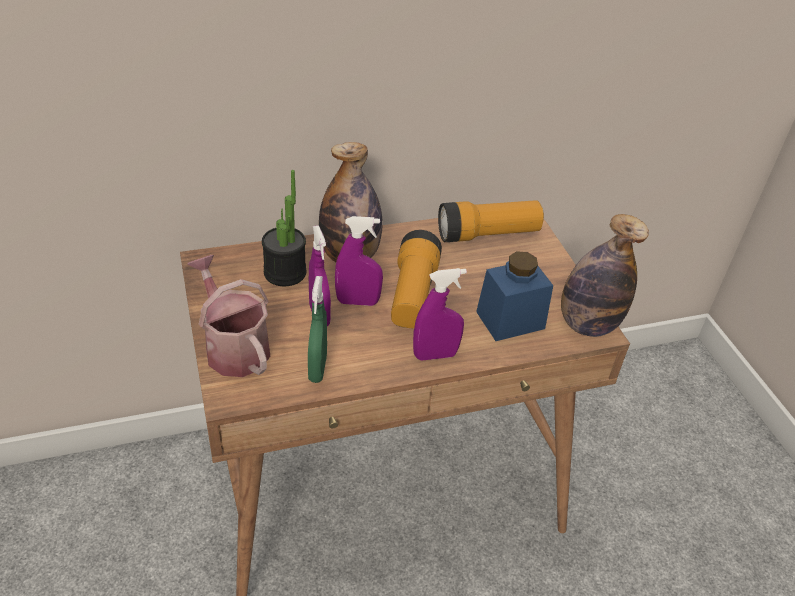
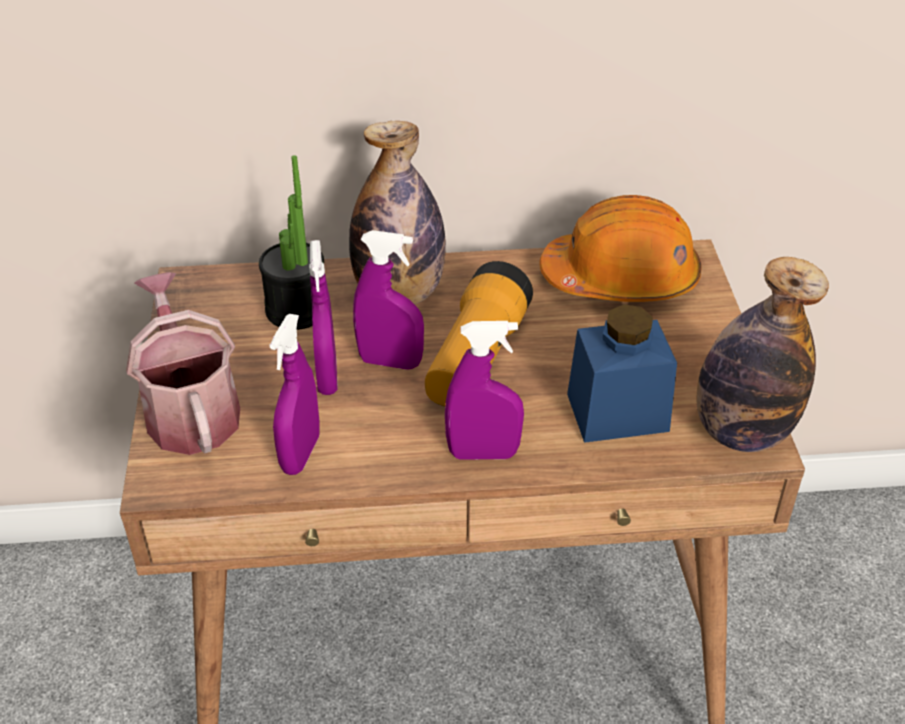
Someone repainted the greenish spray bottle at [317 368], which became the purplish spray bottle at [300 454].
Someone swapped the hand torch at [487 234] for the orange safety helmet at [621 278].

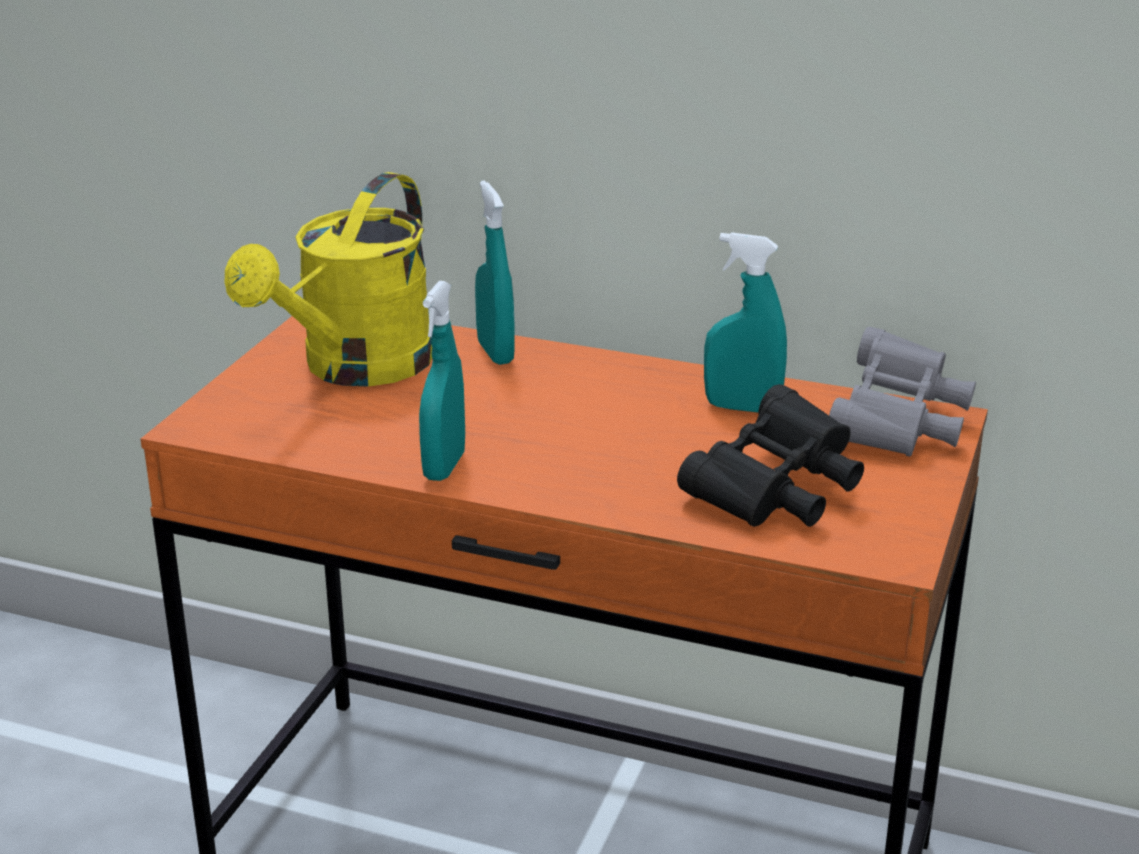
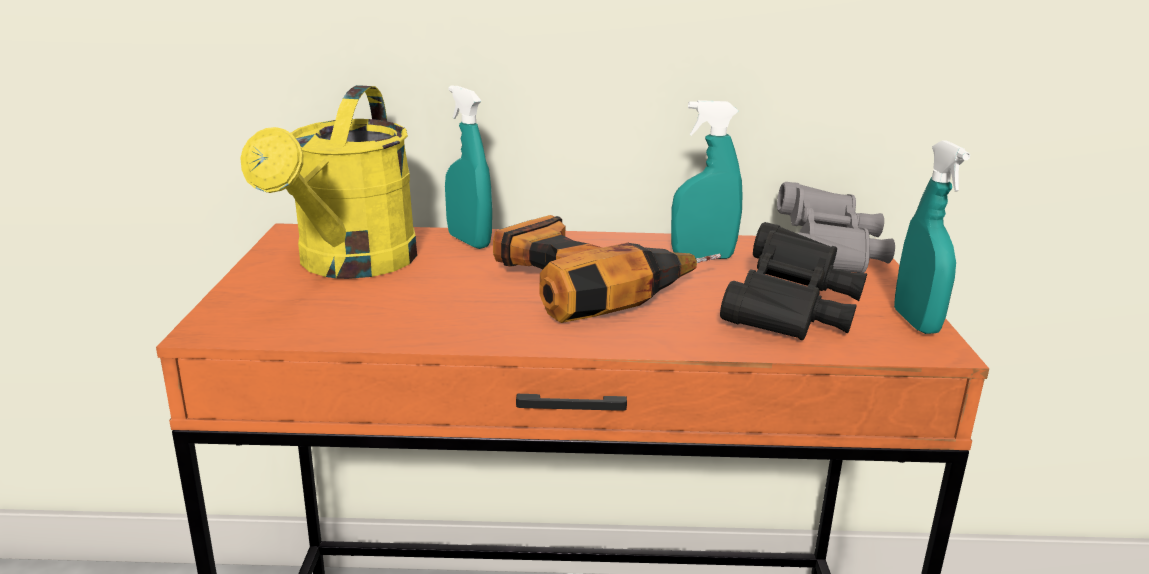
Someone carried the blue-green spray bottle from [444 467] to [916 322].
Someone put down the drill at [591 283].

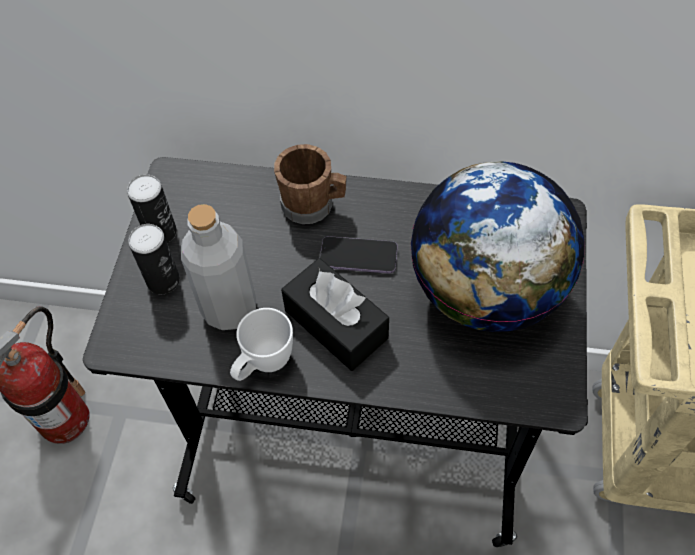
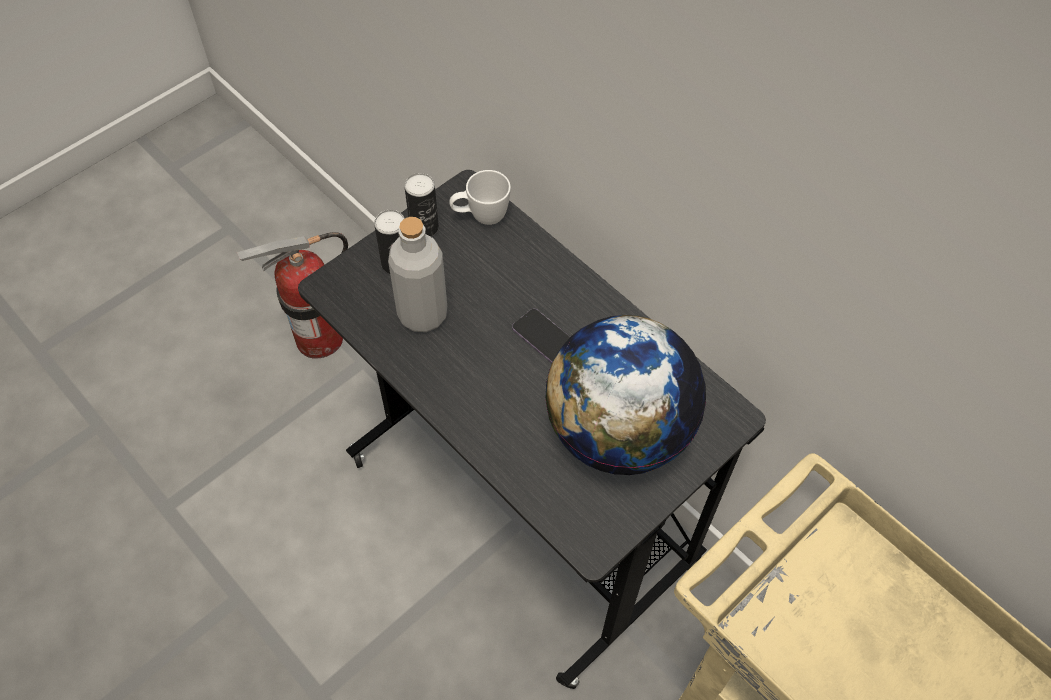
Someone carried the white tea mug from [263 365] to [480 217].
Someone took away the brownish tea mug at [313 204].
Someone took away the blackish tissue holder at [336 324].

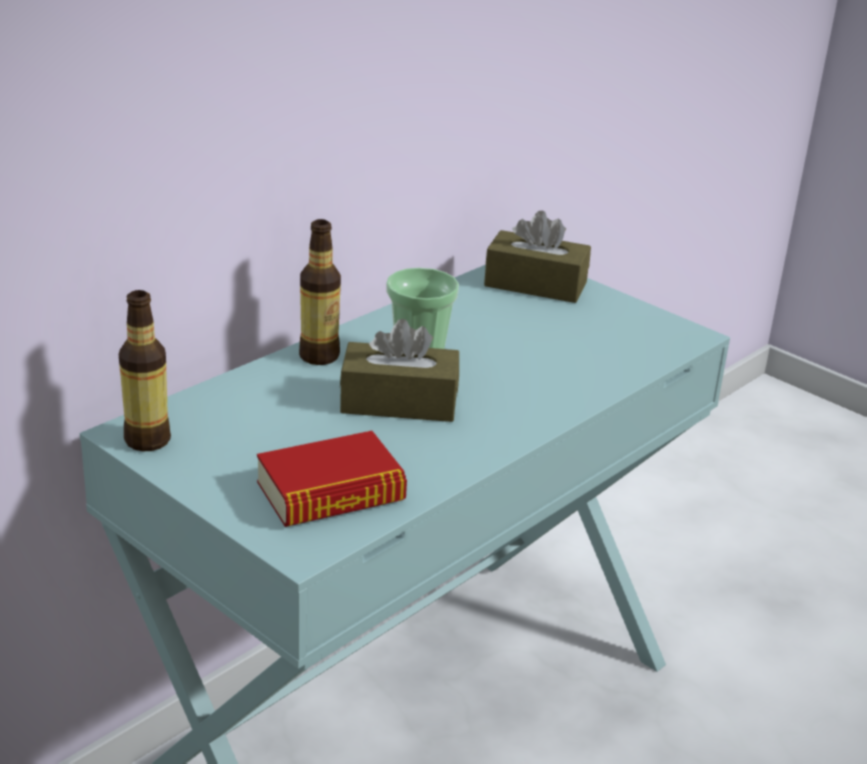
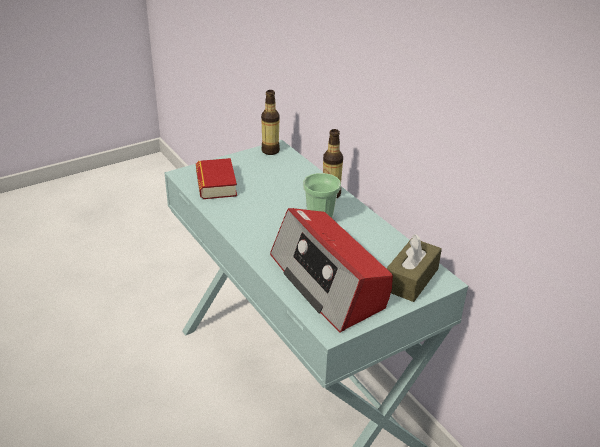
Someone took away the brownish tissue holder at [399 402].
Someone put down the radio receiver at [328 282].

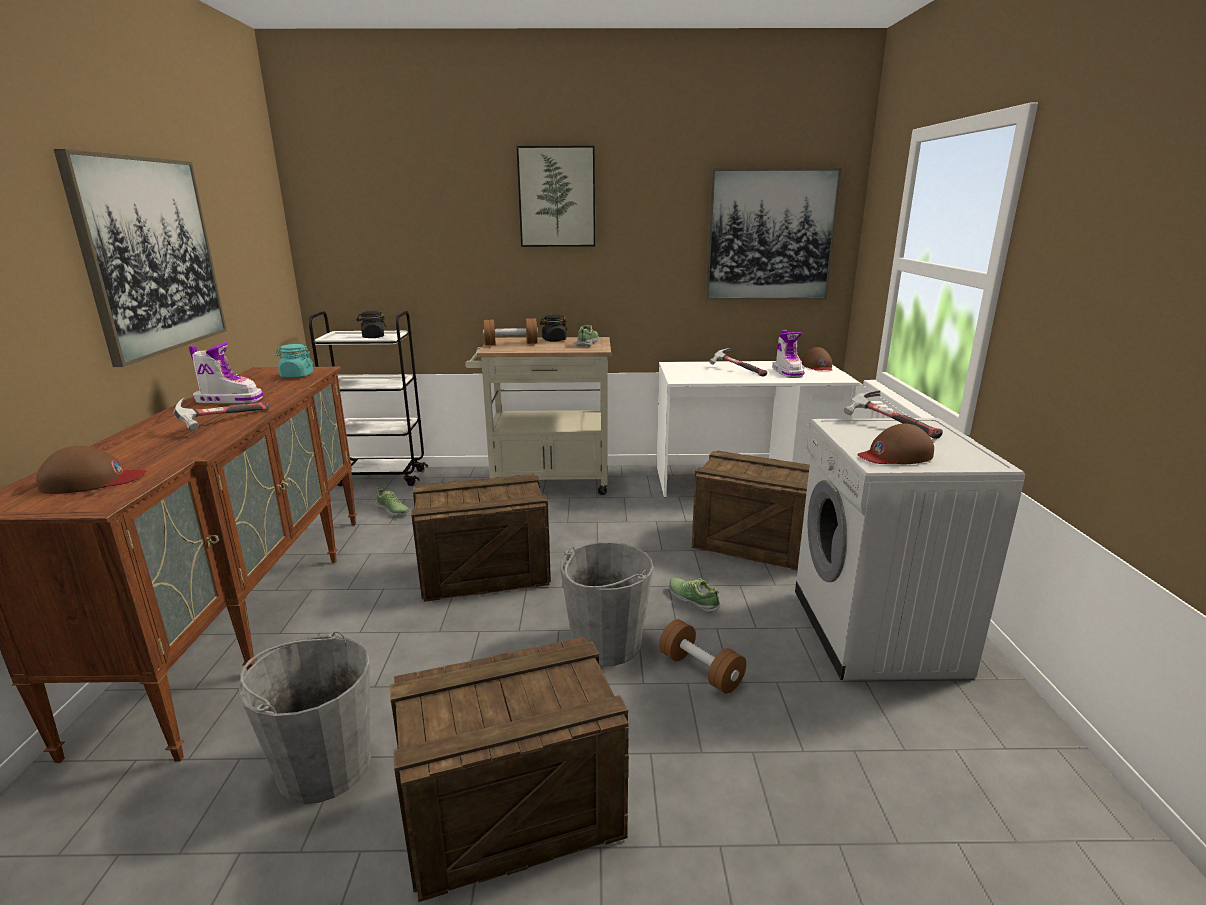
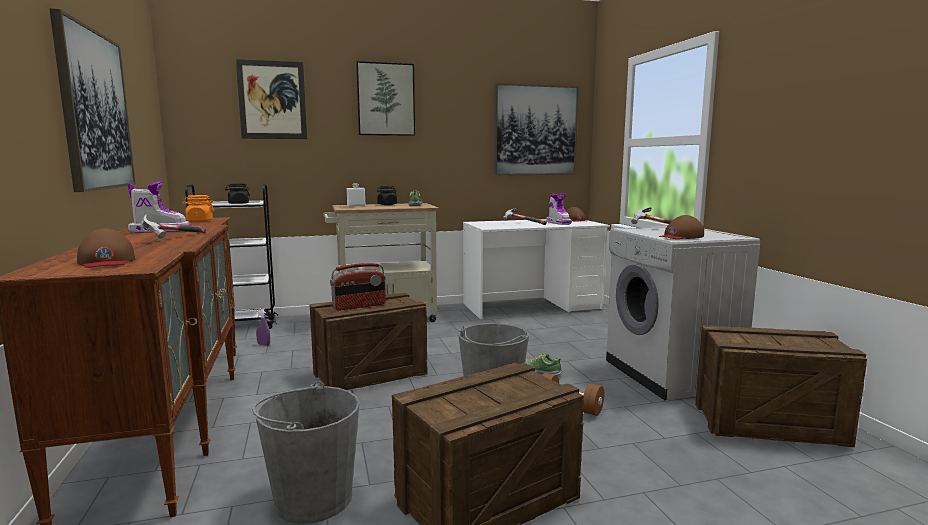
Someone rotated the brownish peaked cap at [92 481] by 90 degrees clockwise.
Someone repainted the blue-green preserve jar at [297 376], which became the orange preserve jar at [199 221].
Someone swapped the item of footwear at [393 510] for the purplish spray bottle at [263 344].
Someone swapped the brownish free weight at [511 344] for the white bottle at [356 206].
Someone carried the packing crate from [755 544] to [768 423].
Someone put up the wall art at [272 100].
Someone put down the radio receiver at [359 306].

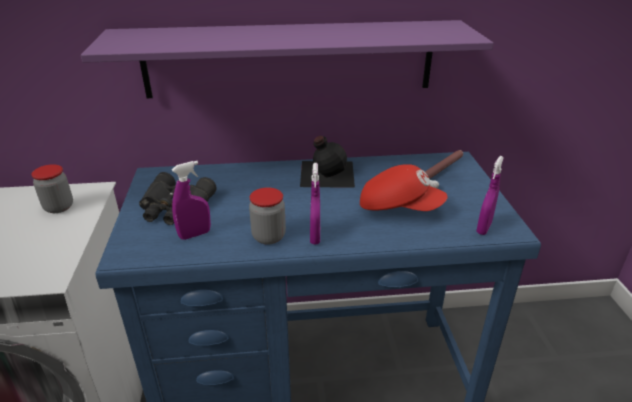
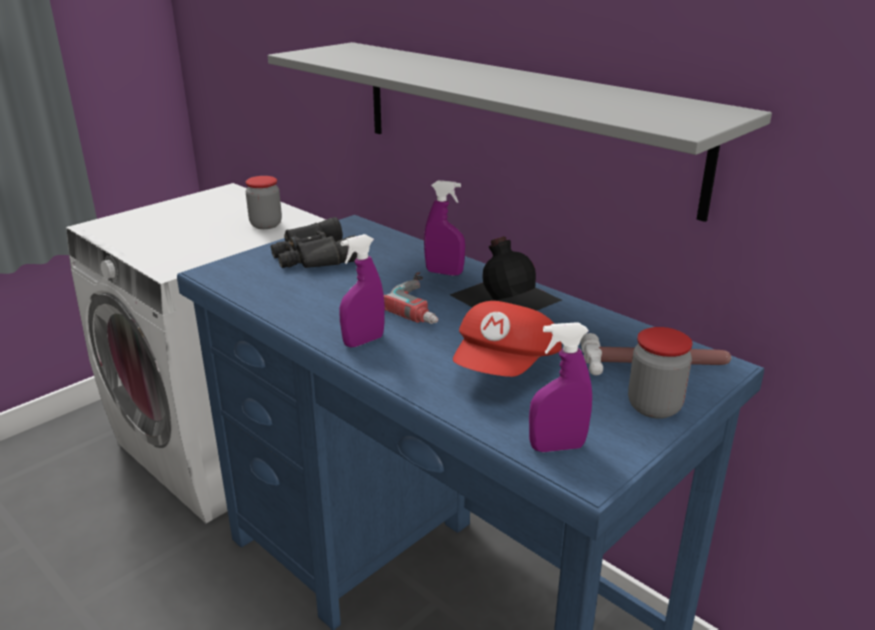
Someone repainted the purplish bracket shelf at [289 59], which became the grey bracket shelf at [517 121].
Someone carried the purplish spray bottle from [195 234] to [444 273].
Someone carried the preserve jar from [268 236] to [654 407].
Someone rotated the red peaked cap at [399 207] by 45 degrees clockwise.
Someone put down the drill at [425 303].

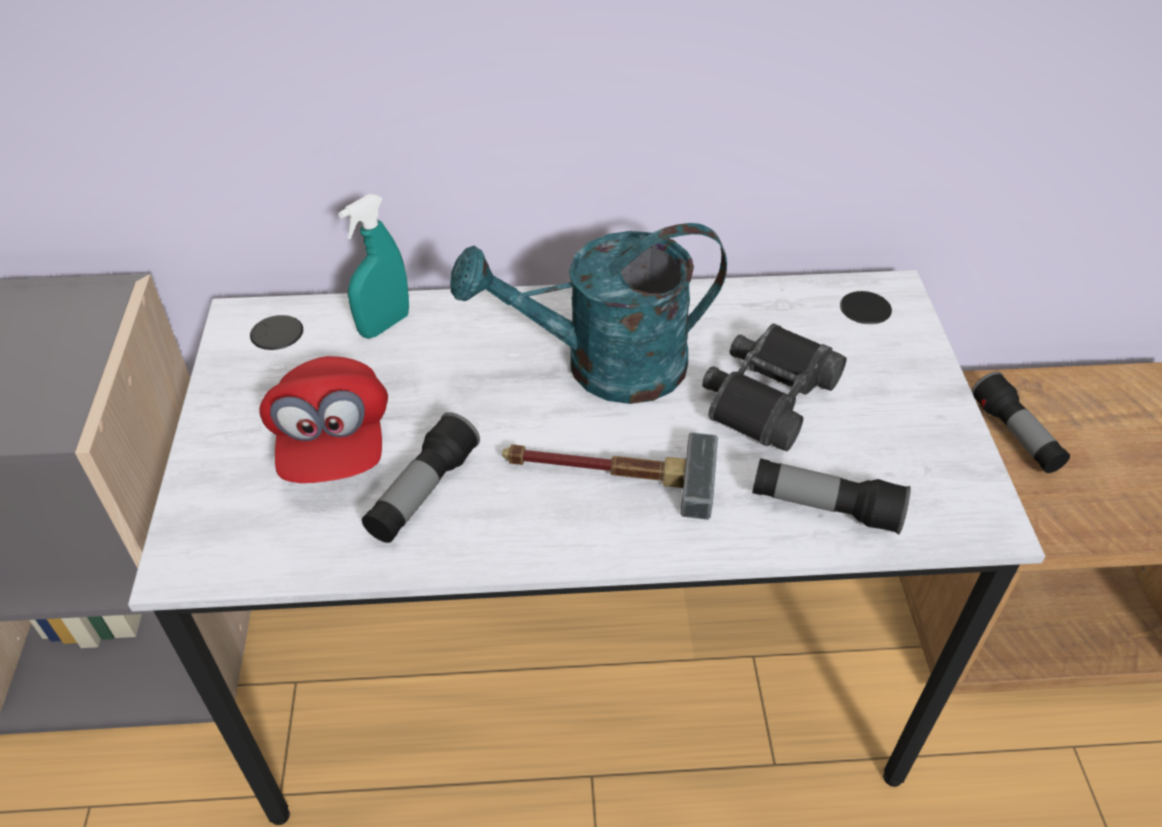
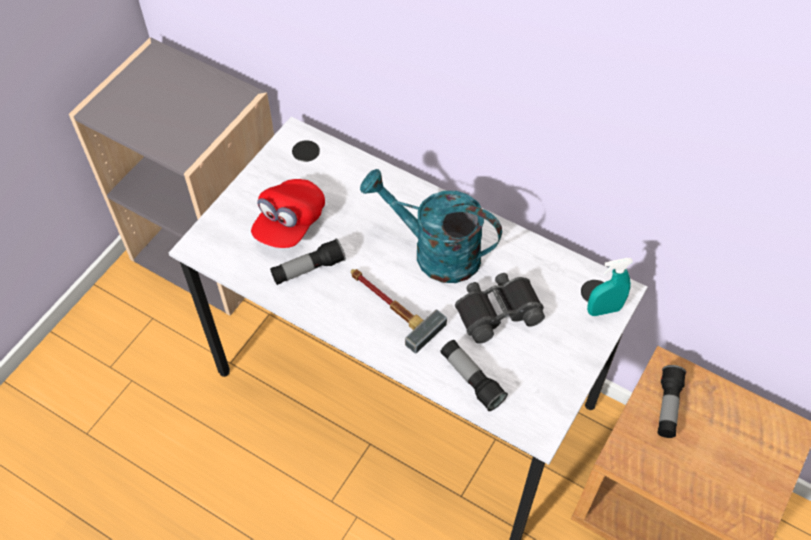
Someone carried the blue-green spray bottle from [384 325] to [604 310].

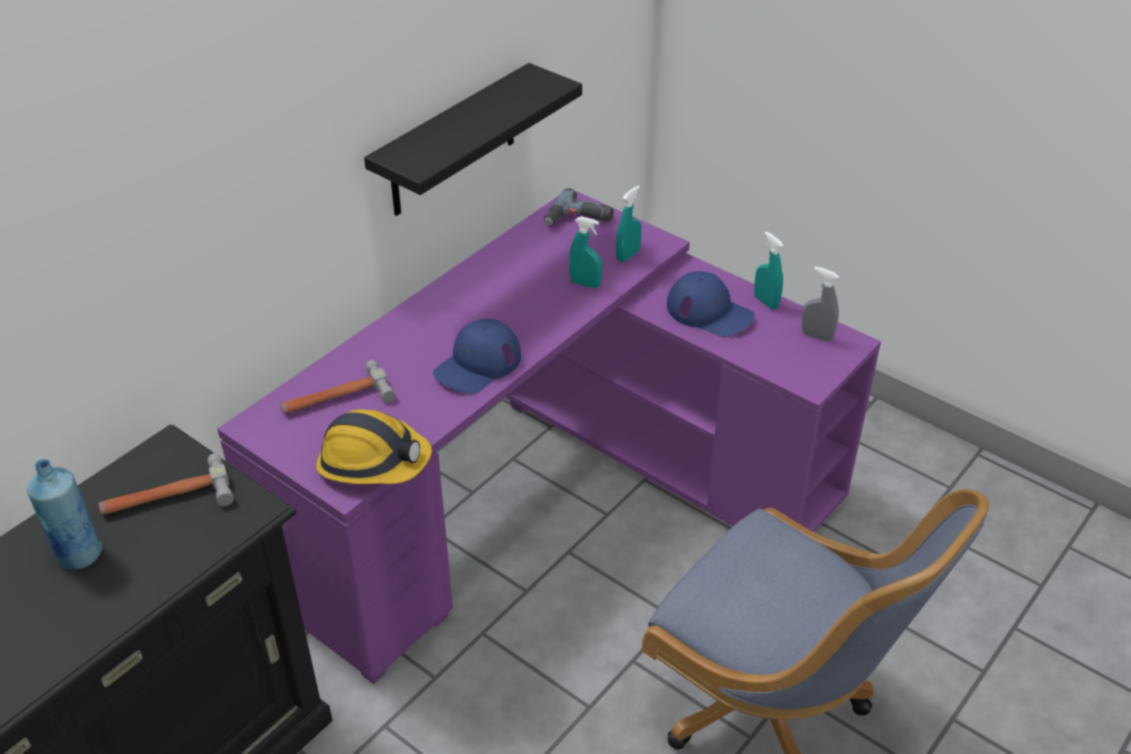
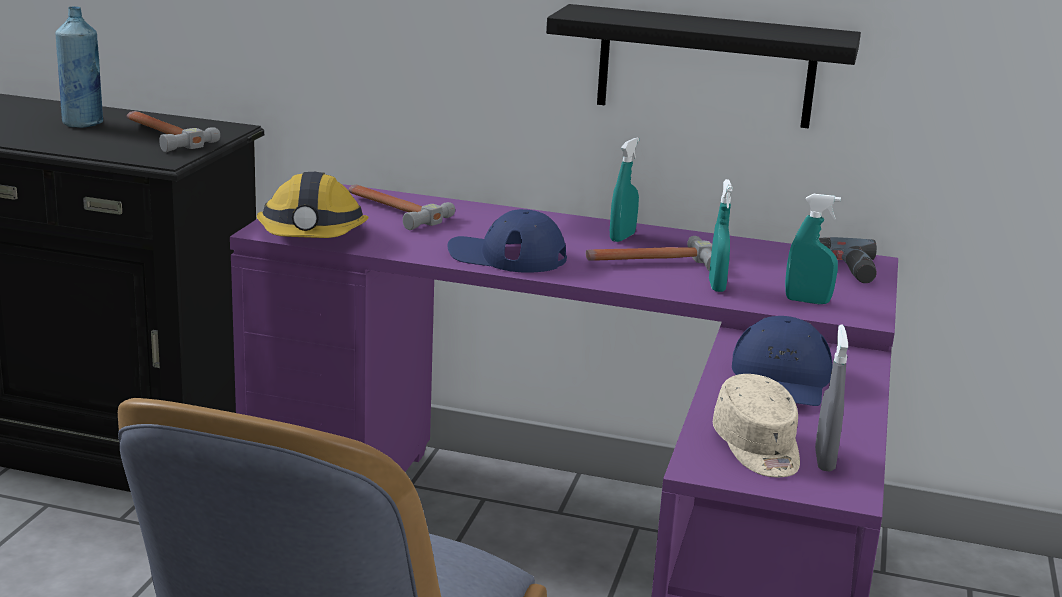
Someone carried the blue-green spray bottle from [766 302] to [622 237].
Someone put down the hammer at [649 262].
Someone put down the sand-coloured peaked cap at [757 448].

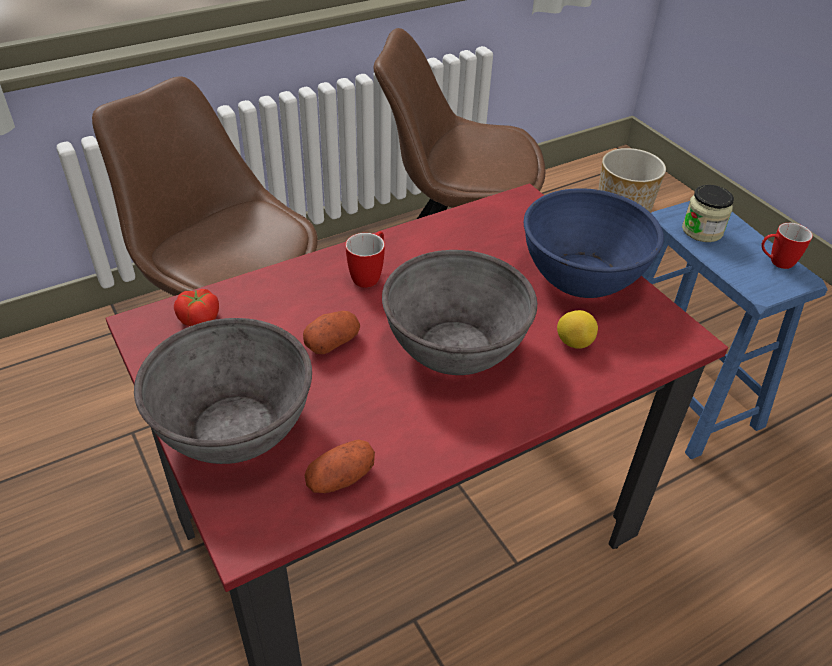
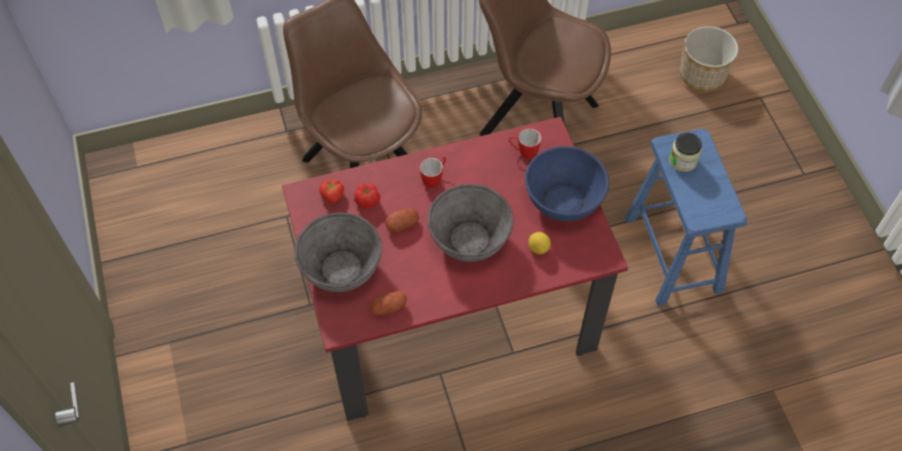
Someone carried the tea mug from [775 262] to [523 152].
Someone put down the whole tomato at [368 201].

